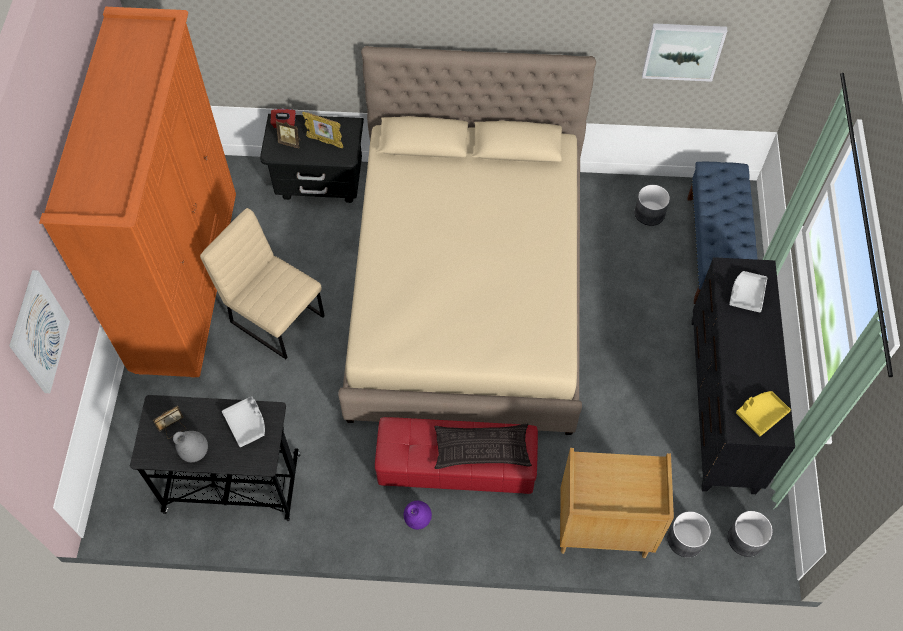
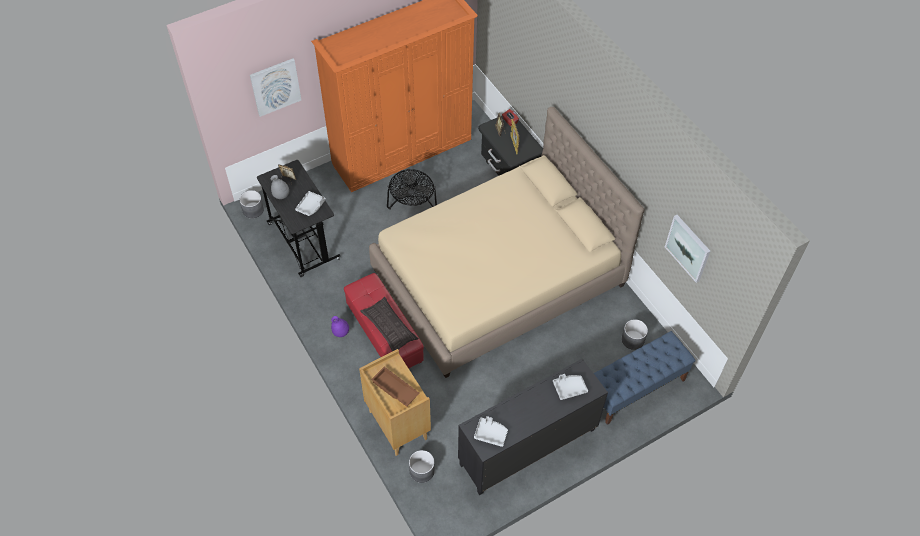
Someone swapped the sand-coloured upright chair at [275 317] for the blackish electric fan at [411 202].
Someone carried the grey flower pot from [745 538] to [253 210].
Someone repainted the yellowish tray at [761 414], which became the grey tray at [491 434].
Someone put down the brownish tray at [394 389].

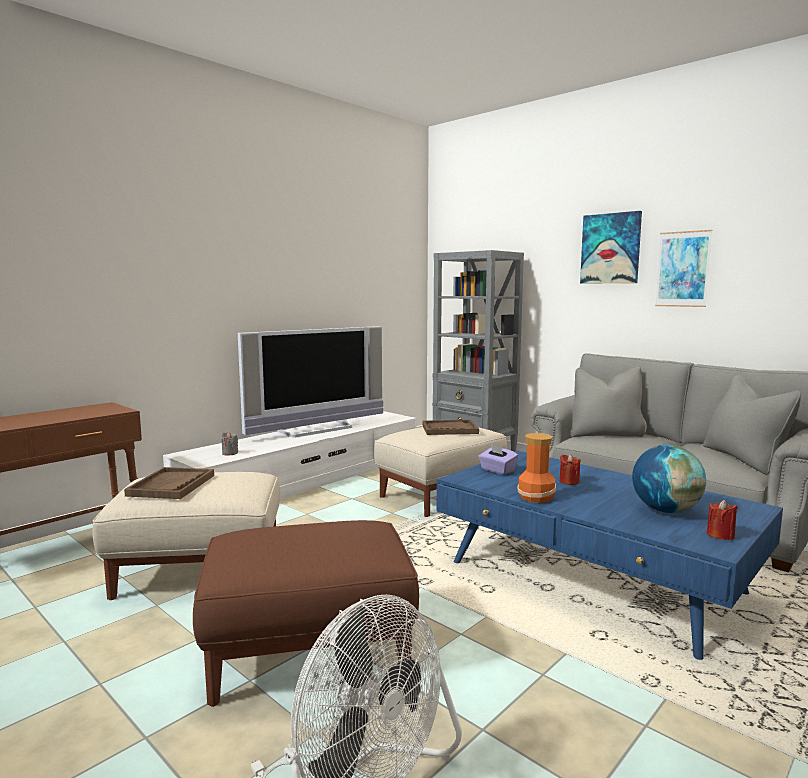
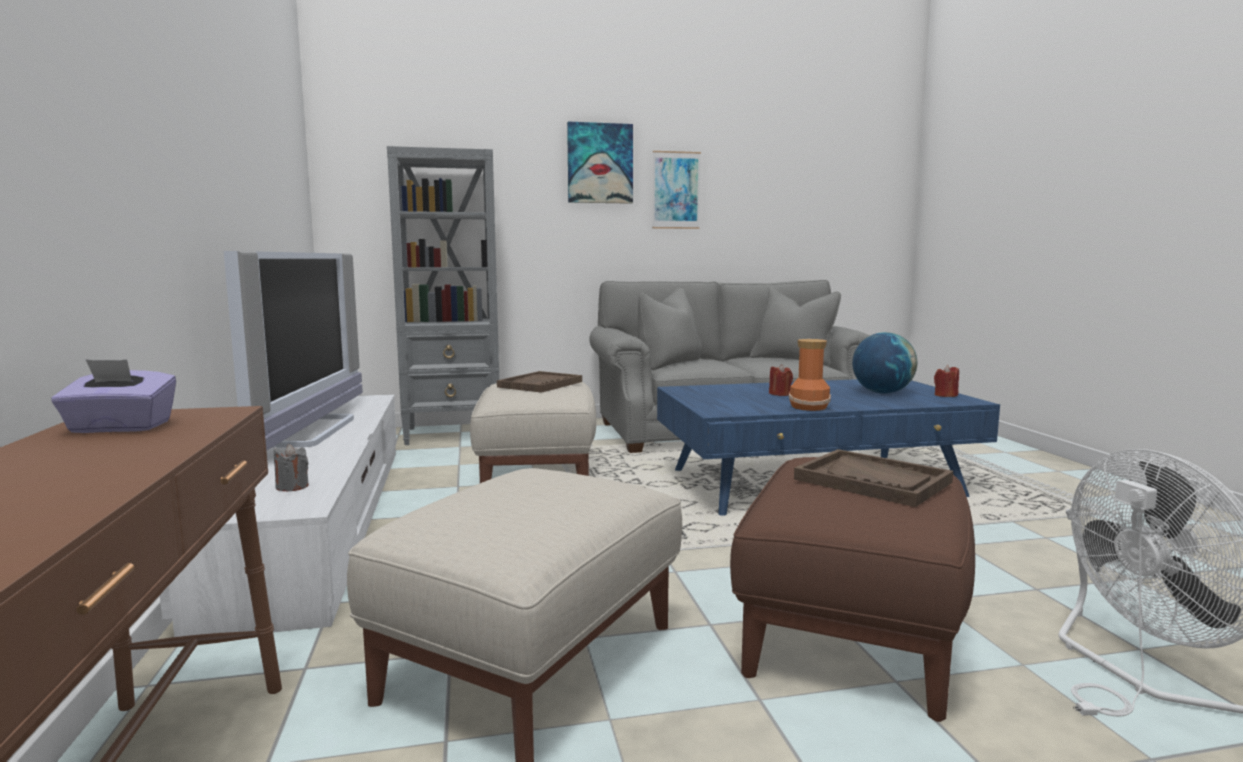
Someone carried the brownish tray from [172 485] to [873 481].
Someone carried the purplish tissue holder from [497 470] to [120 428].

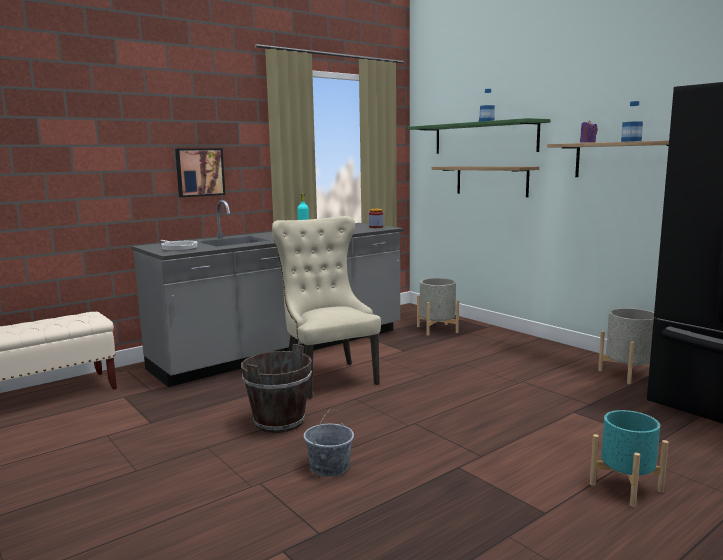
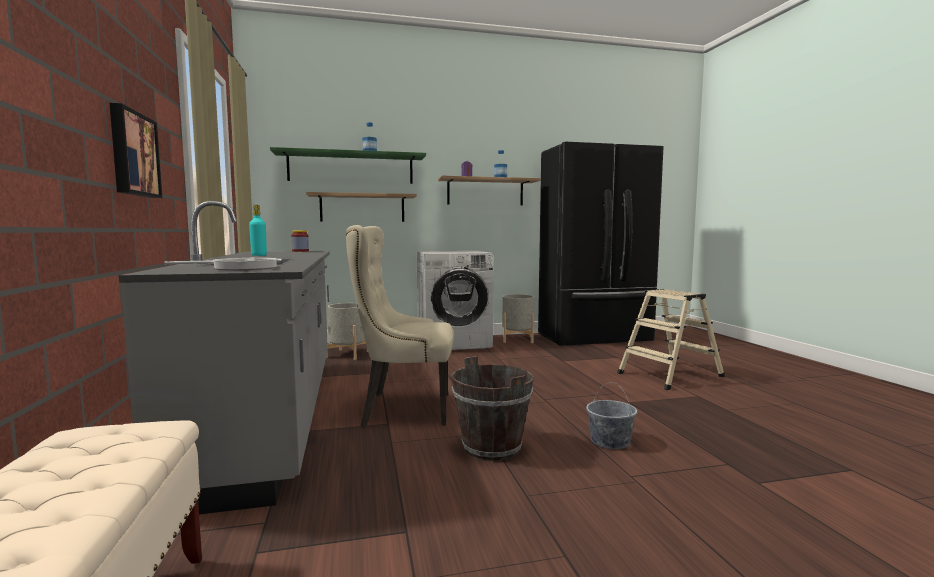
Someone swapped the blue-green flower pot at [626 487] for the sand-coloured stepladder at [670 375].
Someone put down the white washing machine at [454 344].

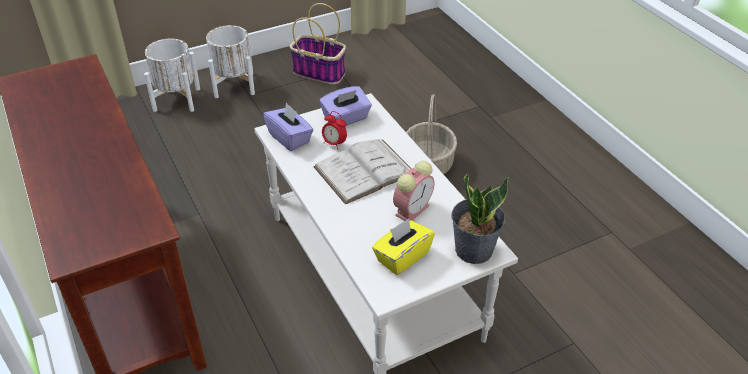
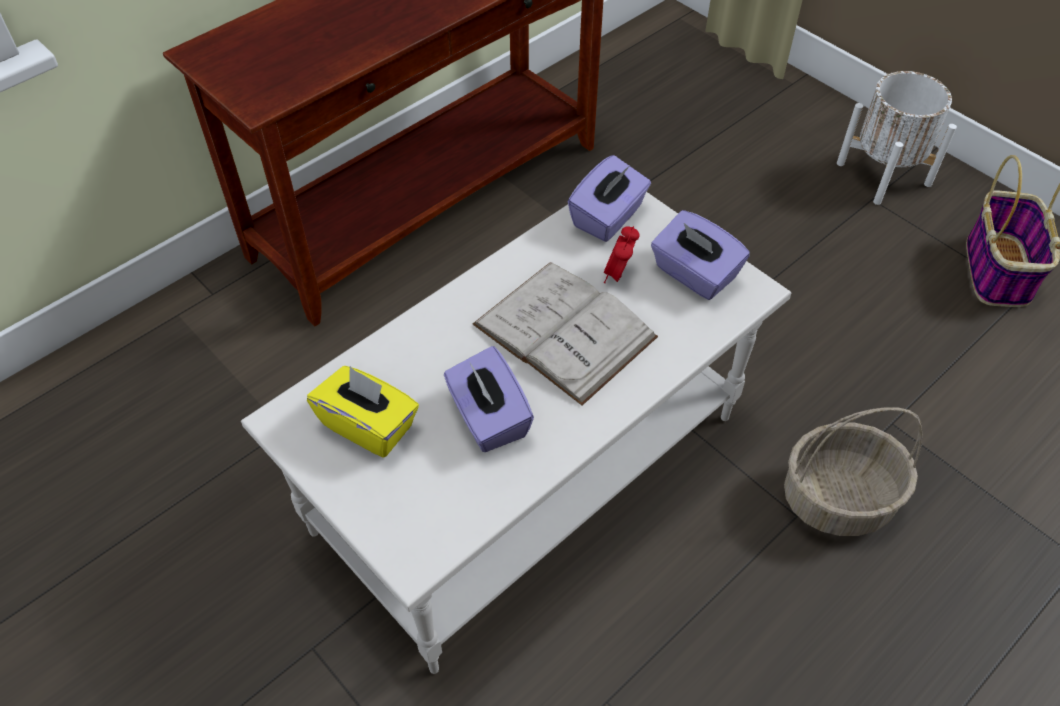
Someone took away the white flower pot at [177 99].
Someone swapped the table clock at [413 209] for the purplish tissue holder at [488 418].
Someone took away the plant in a pot at [473 249].

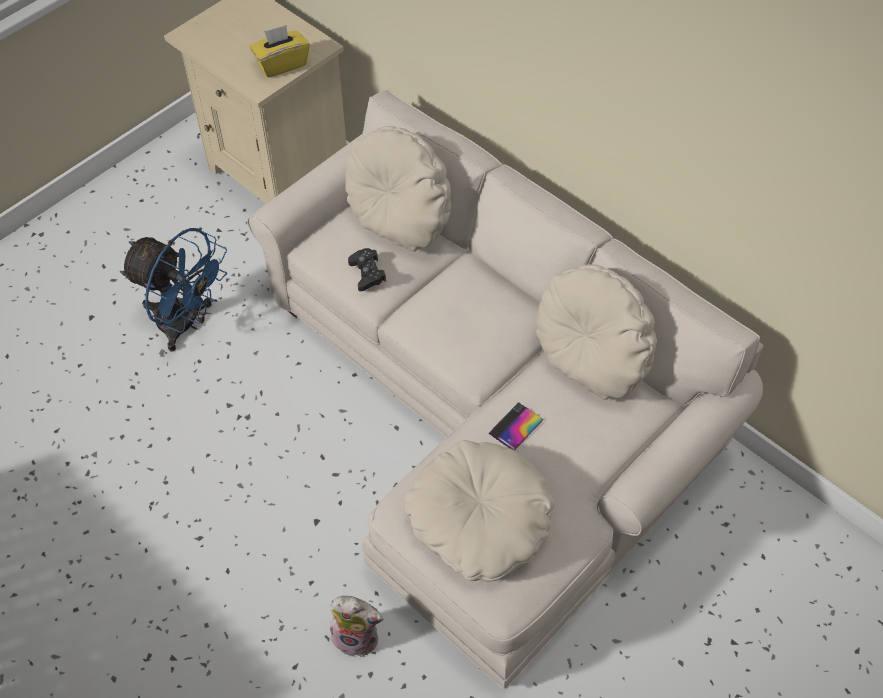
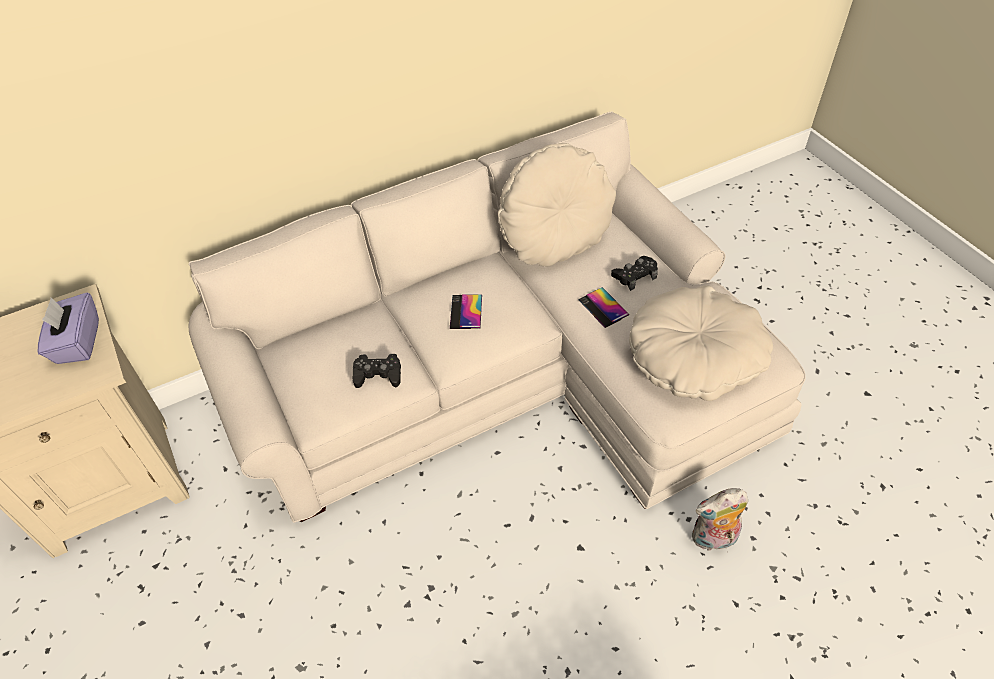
Someone took away the blue-coloured electric fan at [186 324].
Someone repainted the yellowish tissue holder at [281 64], which became the purplish tissue holder at [77 342].
Someone rotated the plush toy at [357 636] by 135 degrees counterclockwise.
Someone took away the sand-coloured pillow at [399 225].
Someone put down the telephone at [466 312].
Someone put down the blackish gamepad at [634 276].

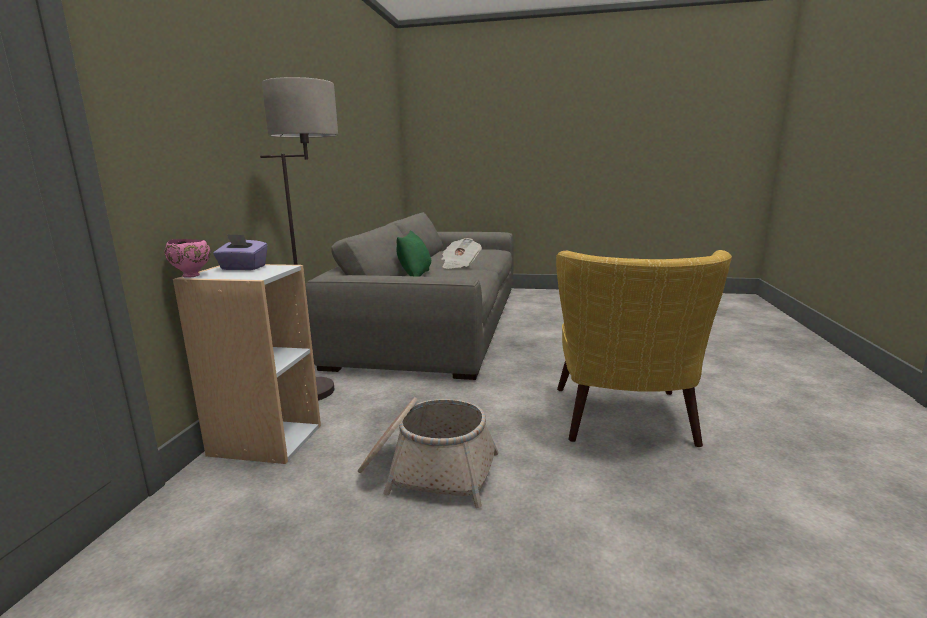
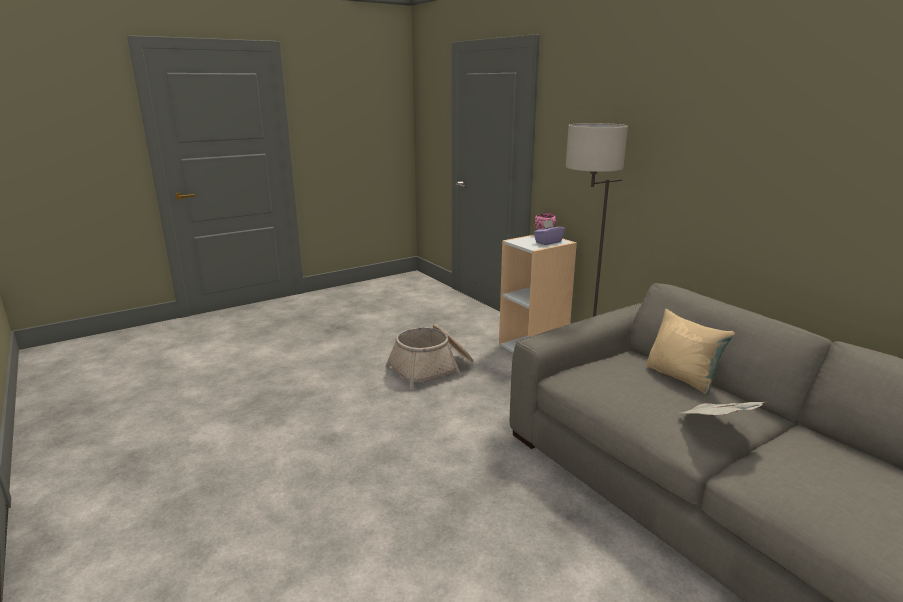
Someone repainted the greenish pillow at [415 275], which became the sand-coloured pillow at [682 377].
Someone took away the yellowish lounge chair at [625 424].

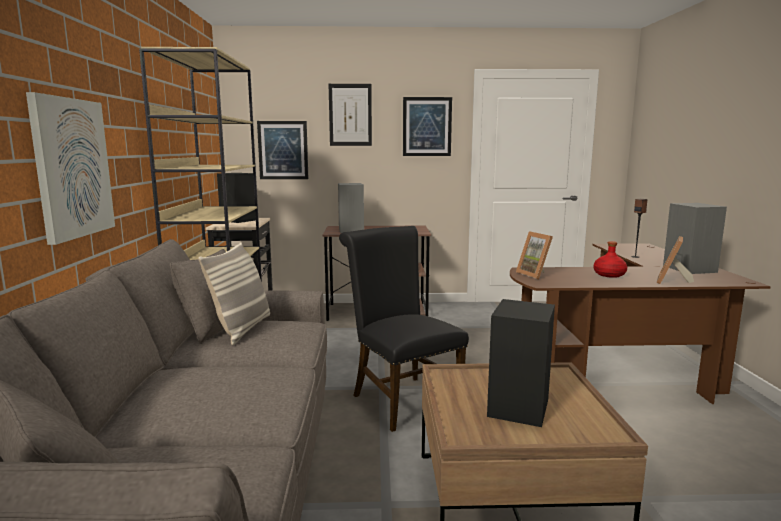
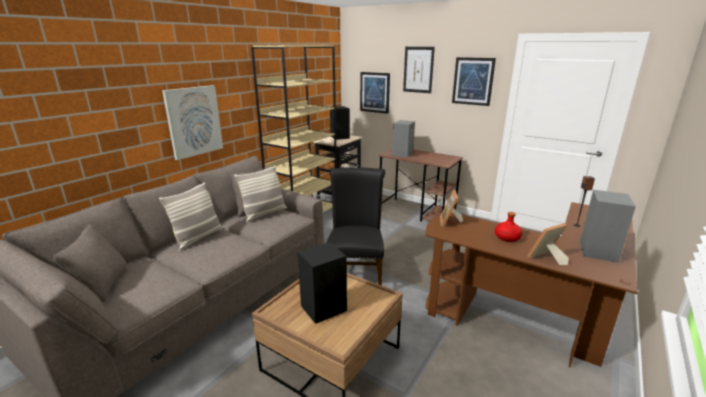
Someone put down the pillow at [198 238].

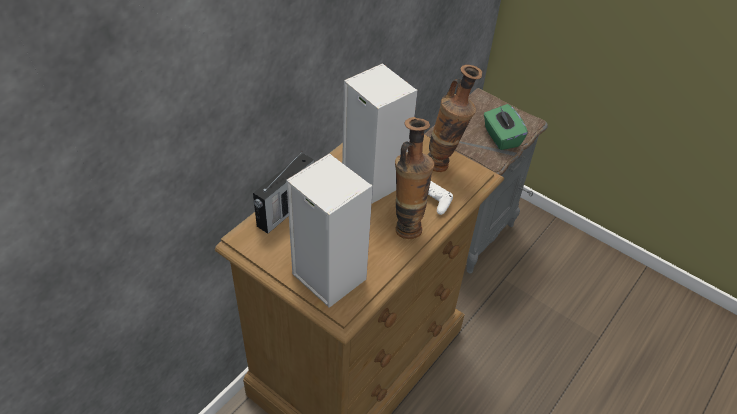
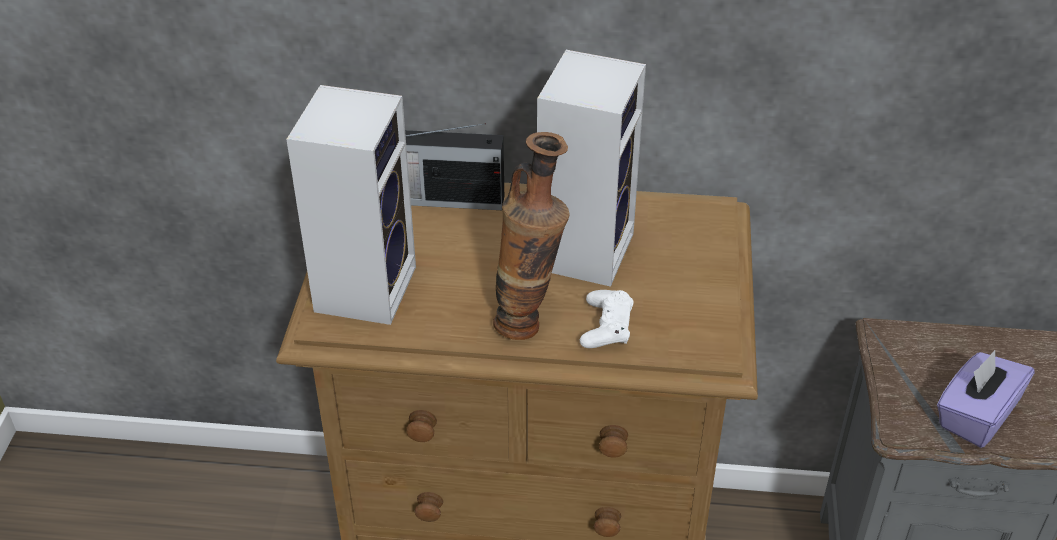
Someone took away the vase at [444 164].
Someone repainted the greenish tissue holder at [501 137], which became the purplish tissue holder at [975 416].

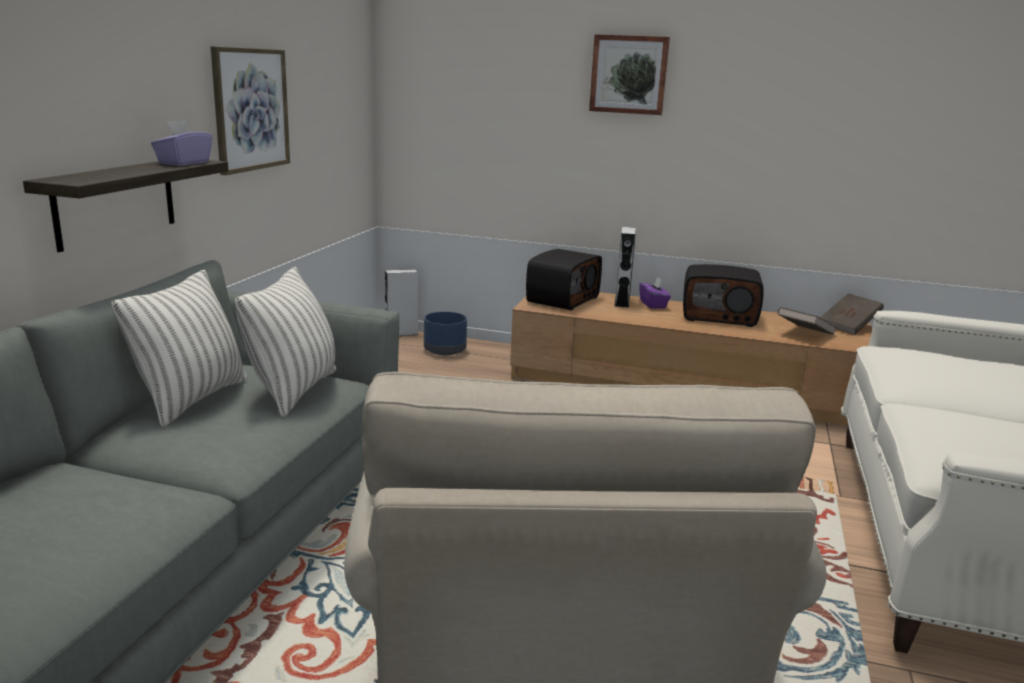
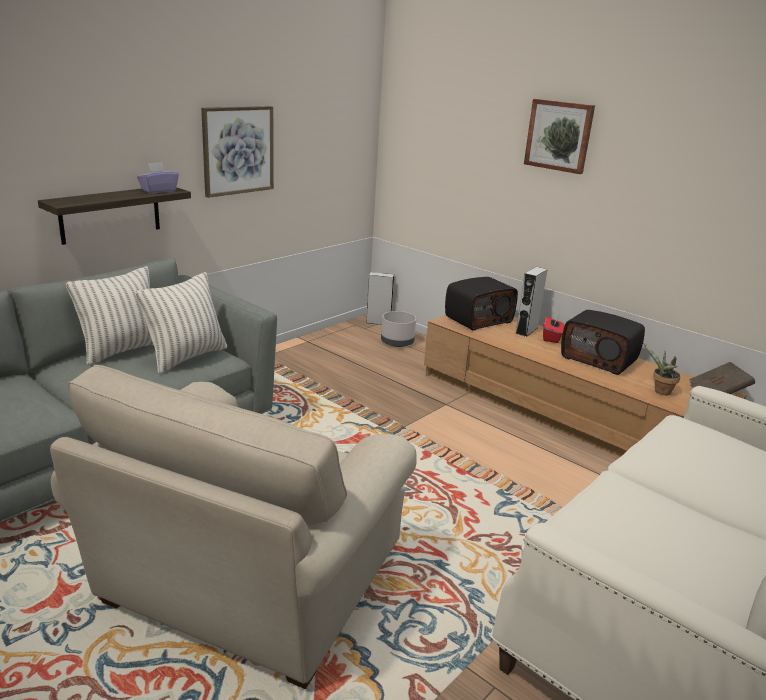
Someone repainted the blue-coloured flower pot at [445 350], which became the grey flower pot at [397 342].
Someone repainted the purplish tissue holder at [653 305], which became the red tissue holder at [551 338].
Someone swapped the brownish volume at [804 334] for the plant in a pot at [660 391].

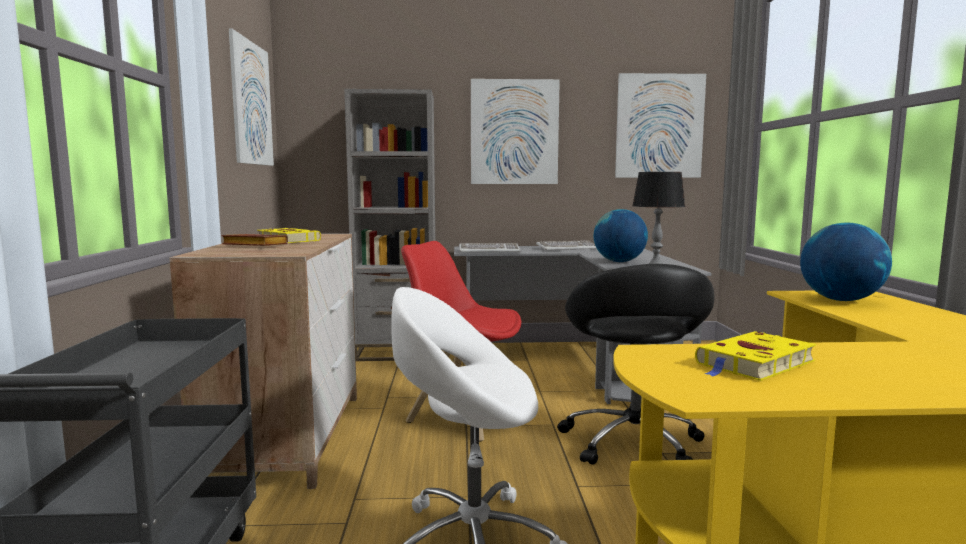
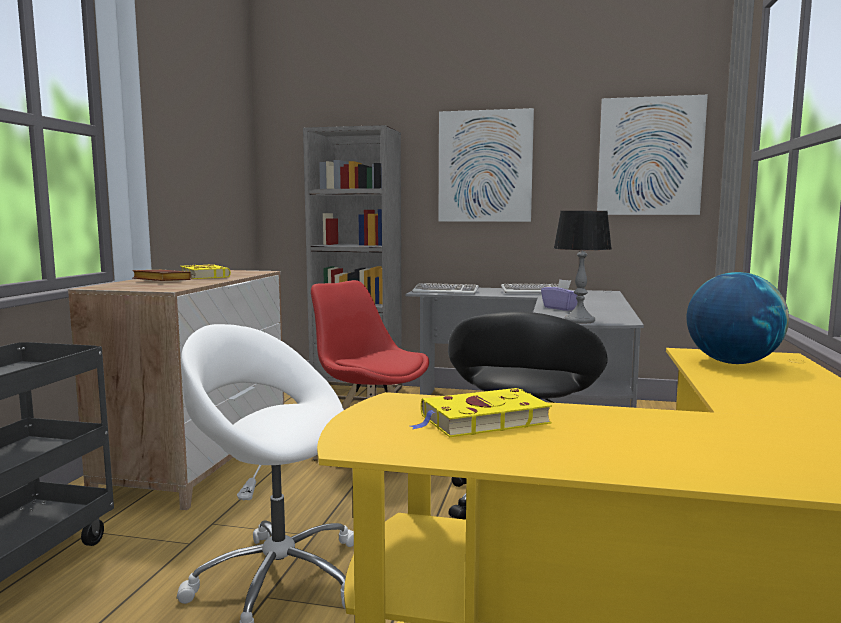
Someone took away the wall art at [251 103].
Someone swapped the globe at [619 261] for the purplish tissue holder at [561 308].

